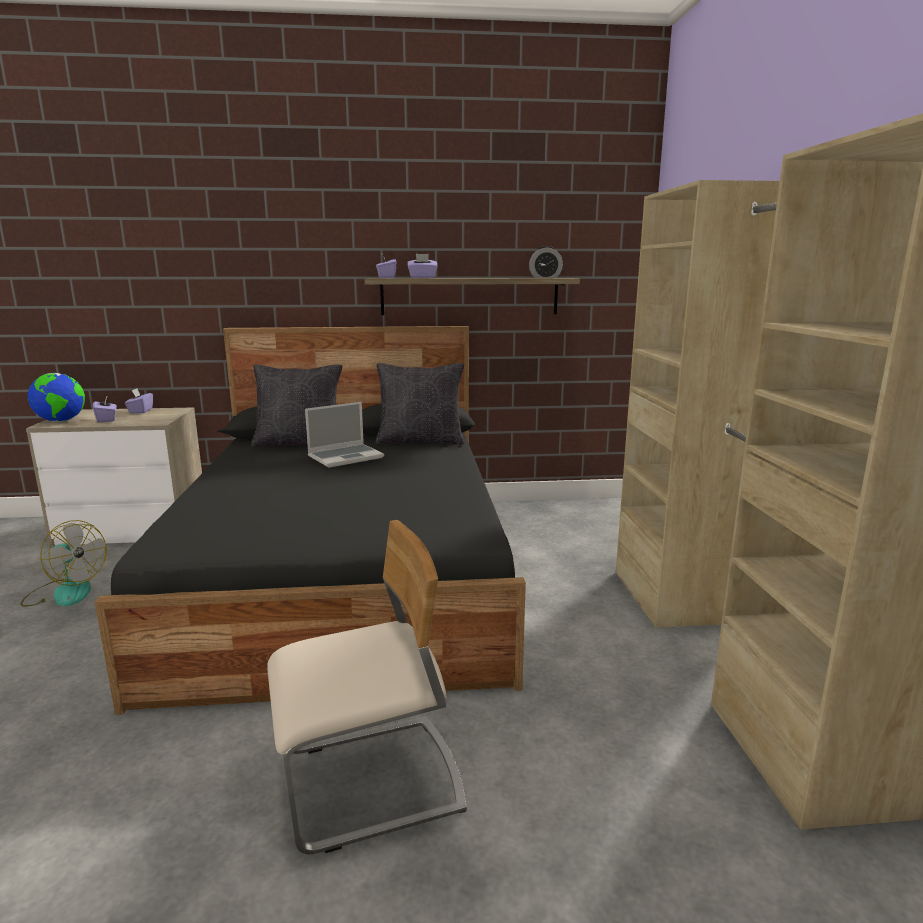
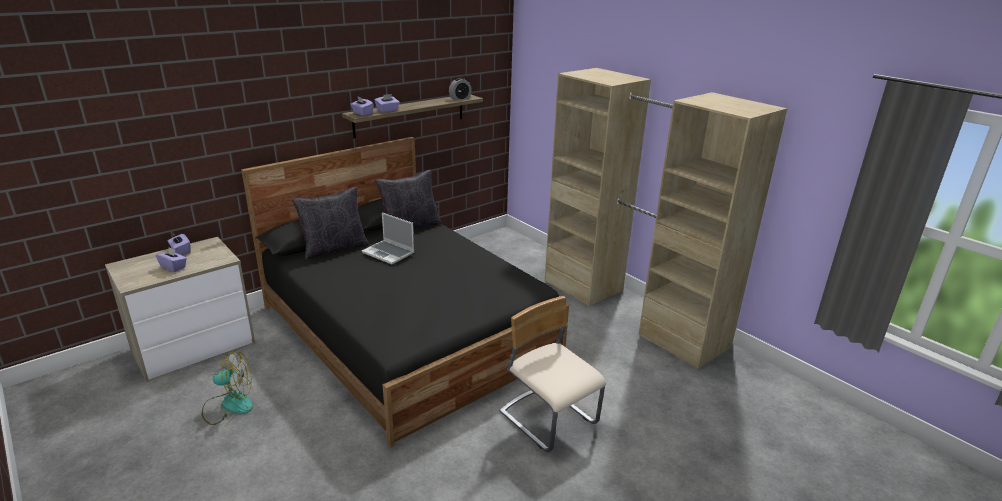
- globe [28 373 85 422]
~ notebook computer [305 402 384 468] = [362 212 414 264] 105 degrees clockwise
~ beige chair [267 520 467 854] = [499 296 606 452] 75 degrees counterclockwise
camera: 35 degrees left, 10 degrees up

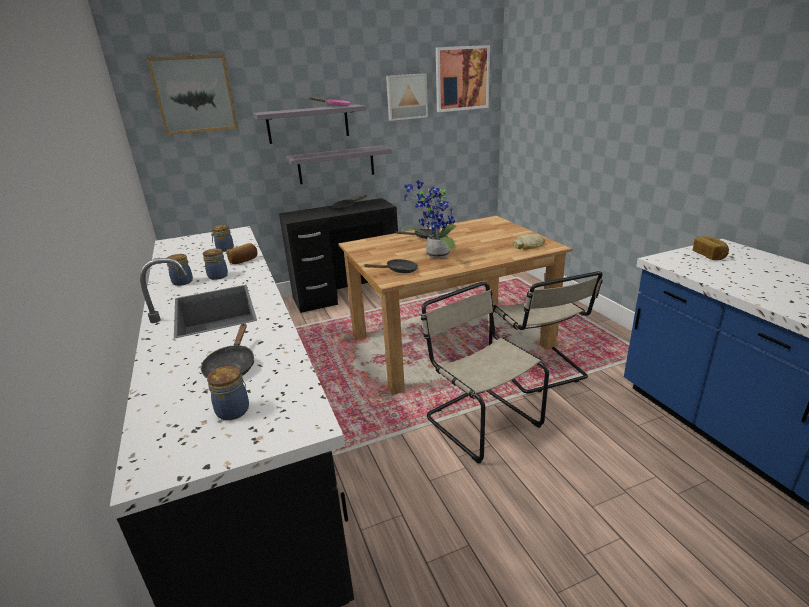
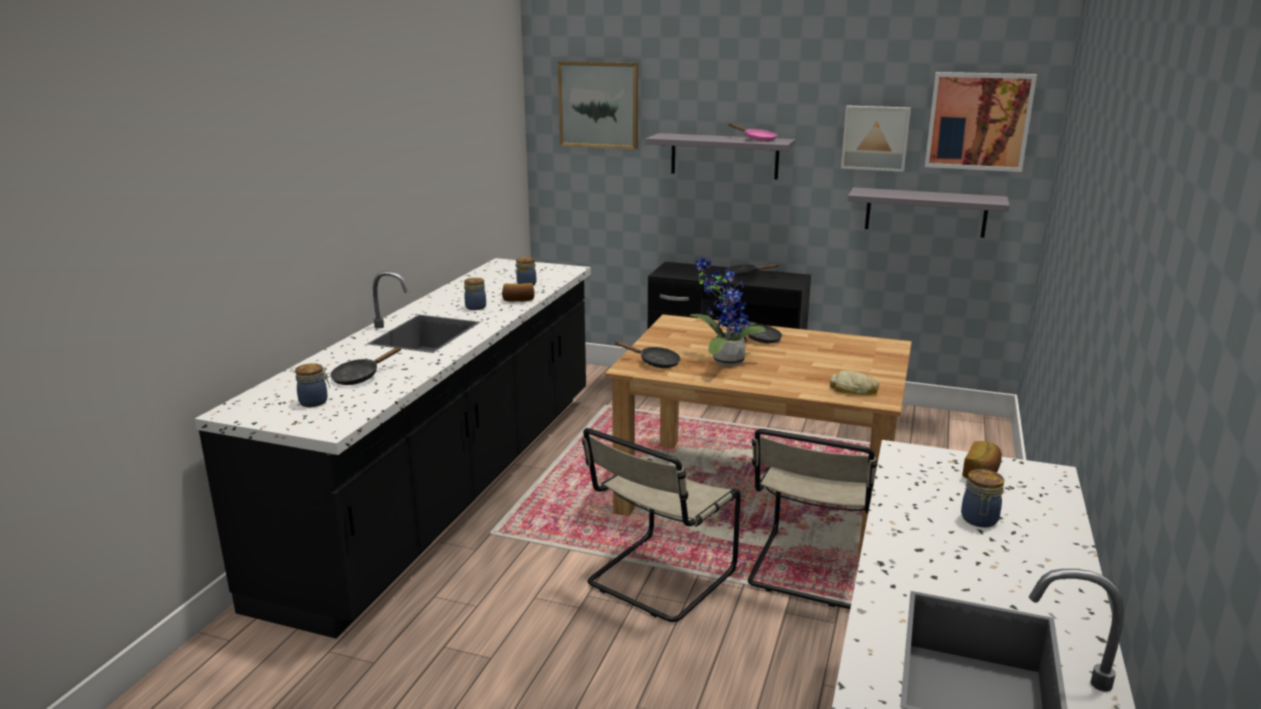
~ grey bracket shelf [285 145 392 184] to [848 187 1010 238]
~ storage jar [167 254 193 286] to [961 469 1004 528]
~ beige chair [421 282 549 464] = [582 428 741 622] 150 degrees counterclockwise
camera: 40 degrees right, 5 degrees down

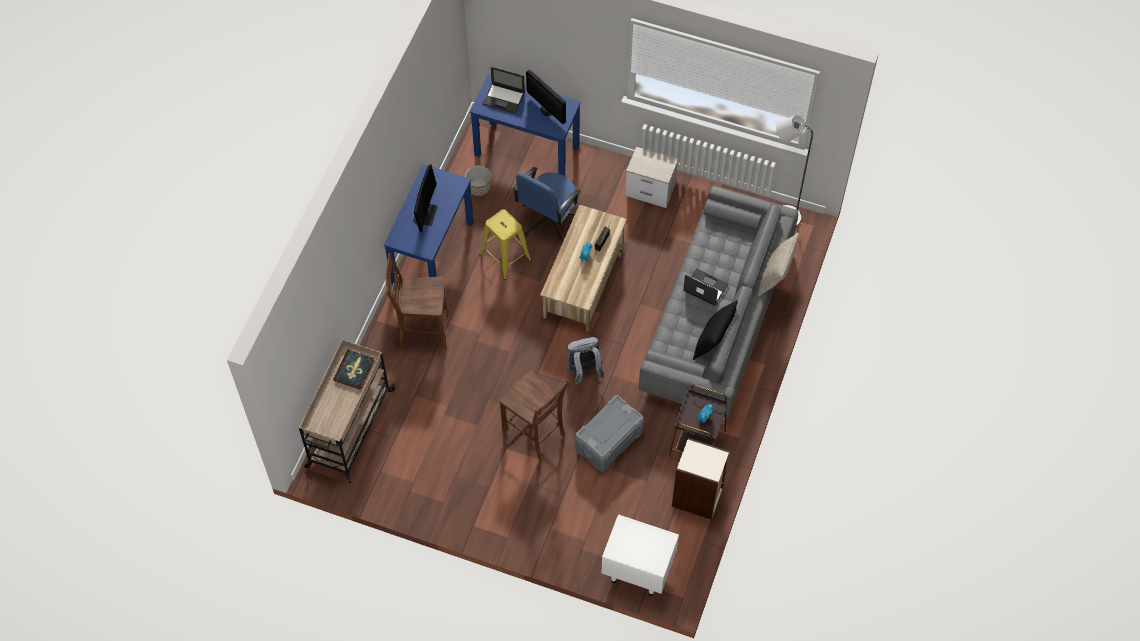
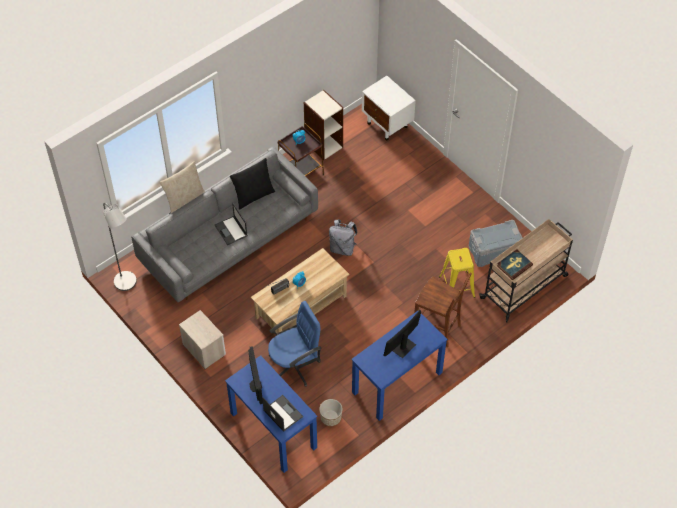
~ yellow stool [479 209 532 280] to [439 248 475 298]
- brownish chair [500 371 569 460]
~ grey storage container [575 395 644 472] to [469 220 523 267]
camera: 150 degrees left, 5 degrees down

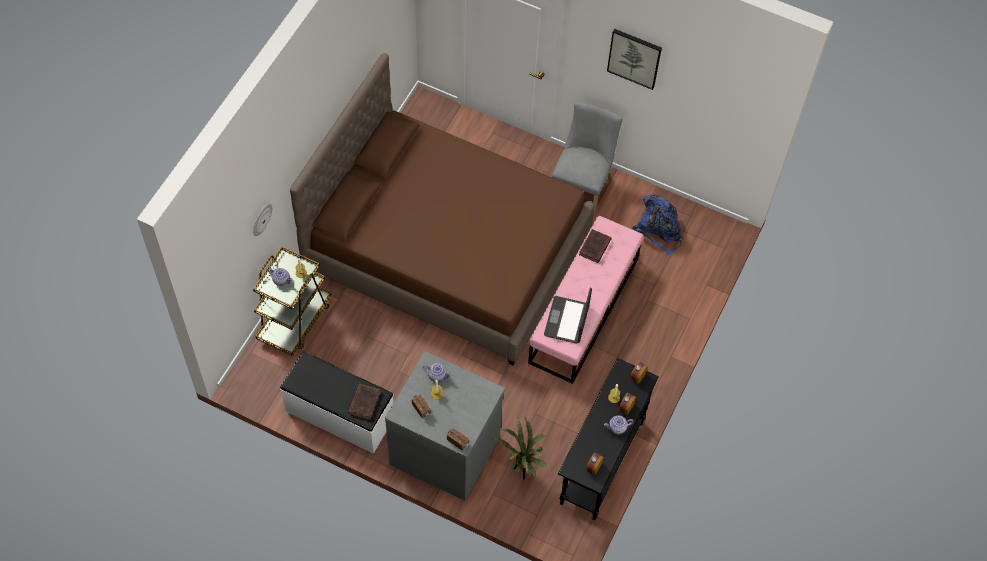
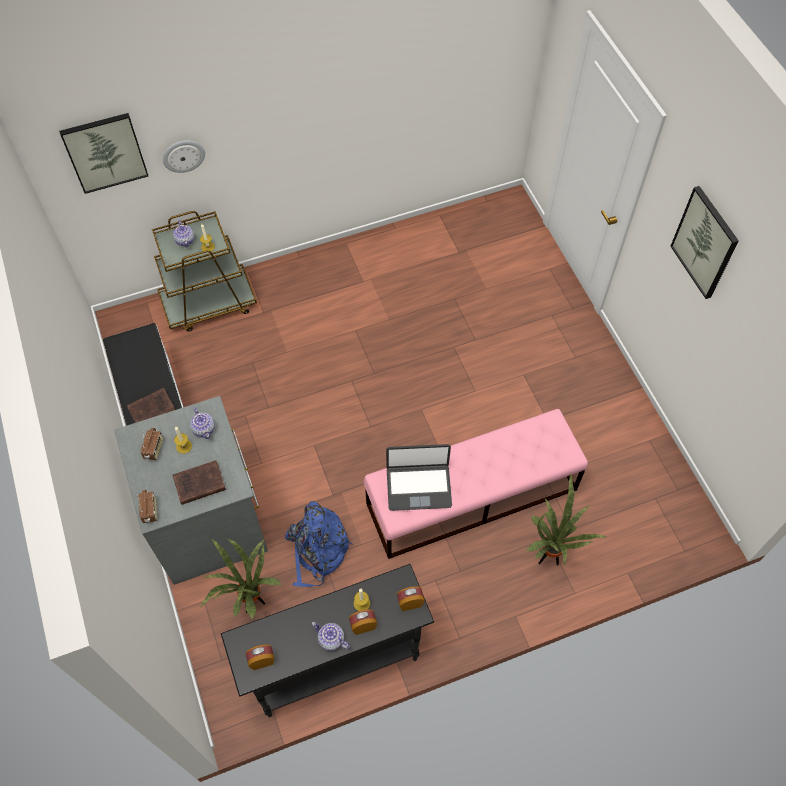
- brownish bedroom bed [290 53 594 366]
- grey chair [552 102 623 214]
~ blue-coloured knapsack [632 195 683 256] to [285 501 353 587]
~ brownish bound book [579 229 612 263] to [172 460 226 505]
~ notebook computer [544 287 592 344] = [386 444 452 511] 150 degrees counterclockwise
+ wall picture [59 113 148 194]
+ plant in a pot [525 473 608 566]
camera: 45 degrees right, 0 degrees up

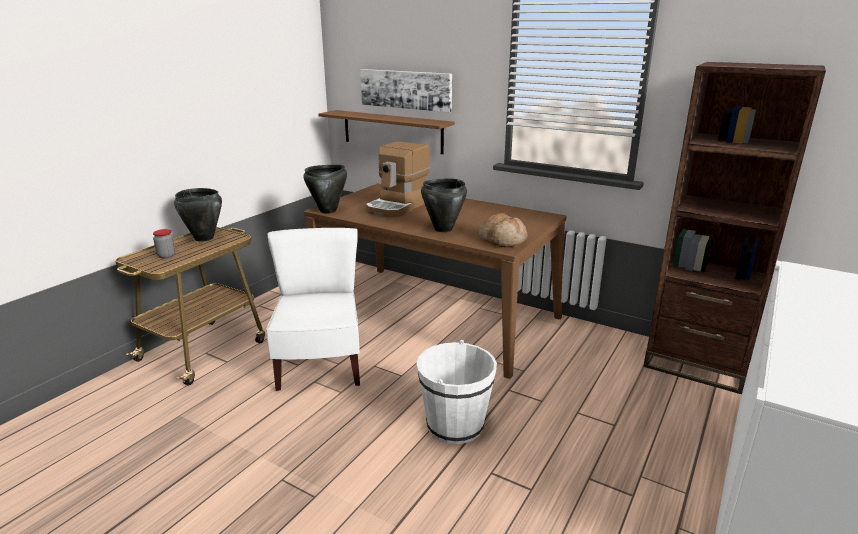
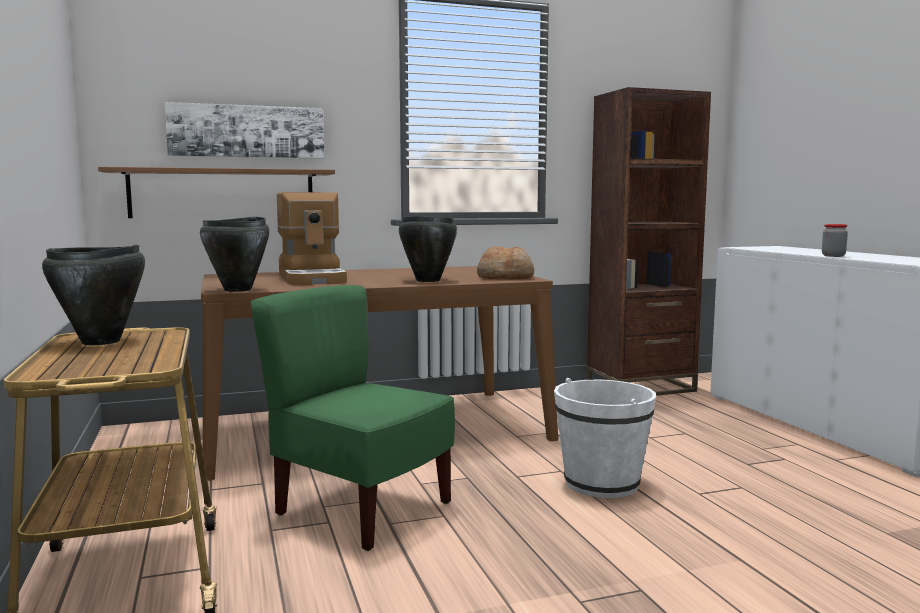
~ white-coloured chair [266 228 360 391] to greenish chair [251 285 455 551]
~ storage jar [153 229 176 258] to [822 224 848 257]
camera: 50 degrees left, 15 degrees down

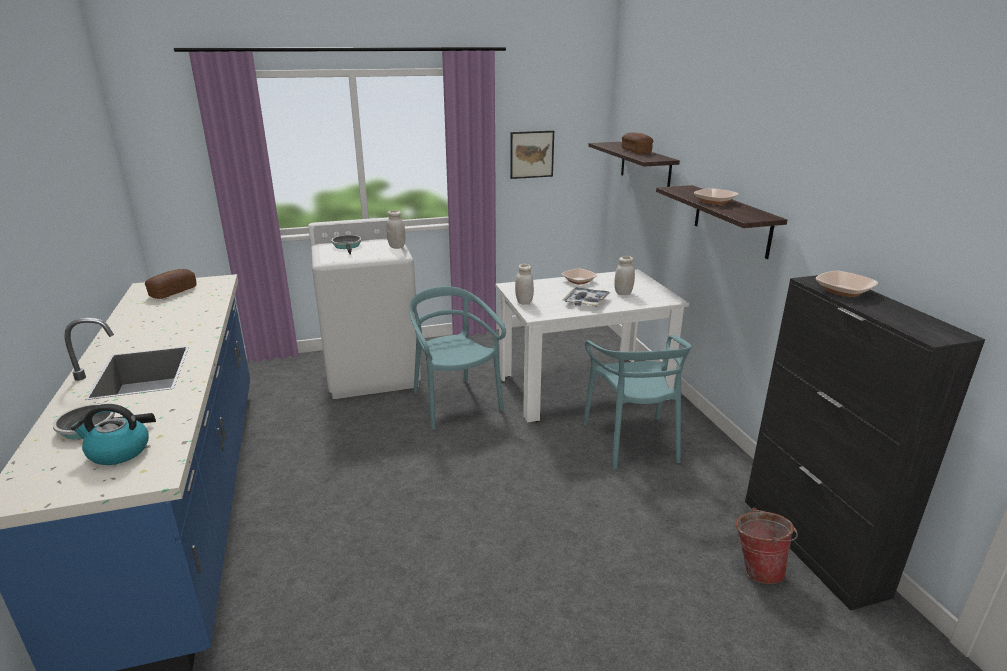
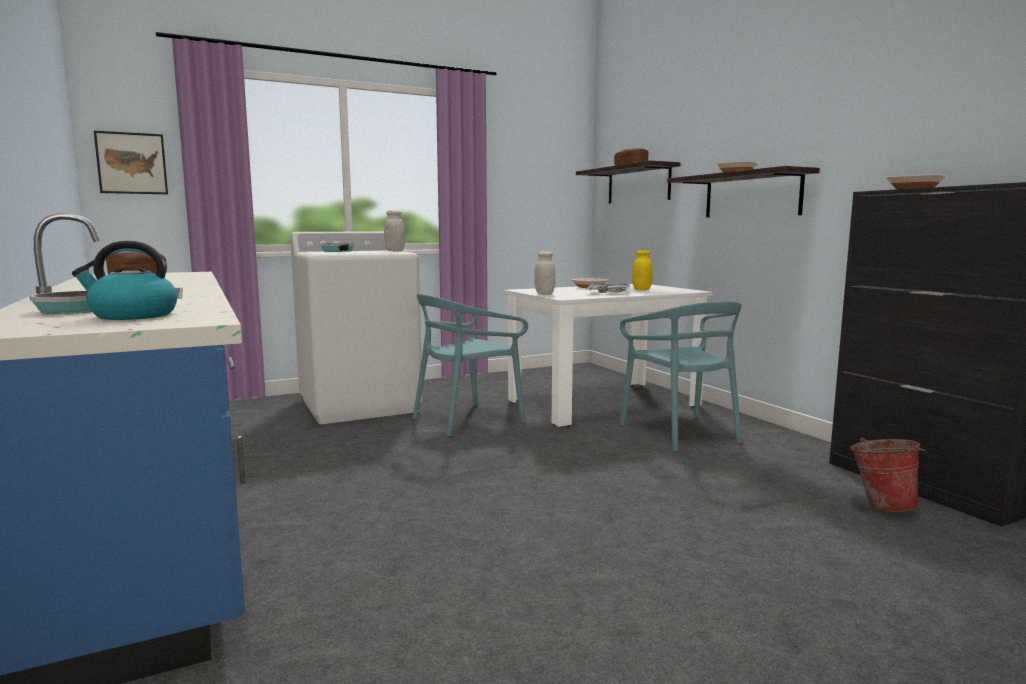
~ wall picture [510 131 554 179] to [94 131 168 194]
~ white-coloured storage jar [614 256 635 295] to yellow storage jar [632 250 653 290]
~ turquoise-coloured chair [409 286 506 430] = [413 294 528 437] 90 degrees counterclockwise
camera: 10 degrees left, 15 degrees down

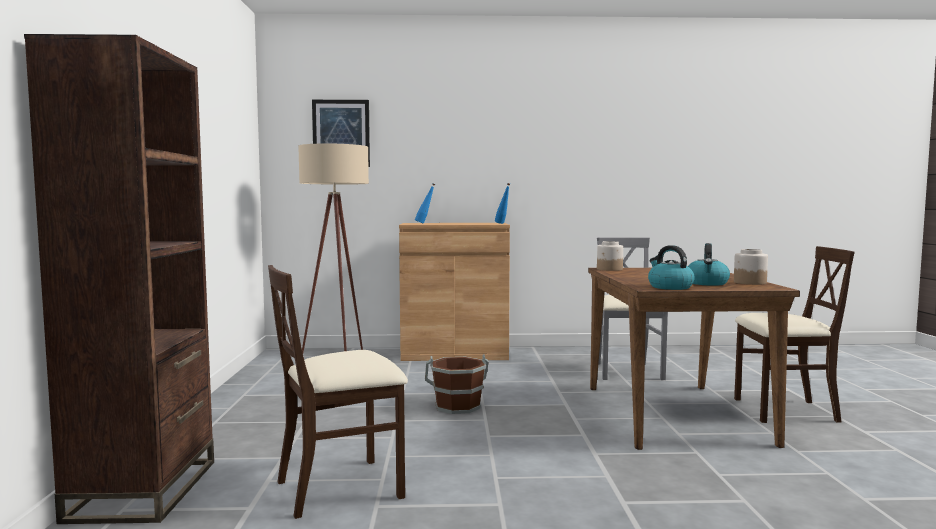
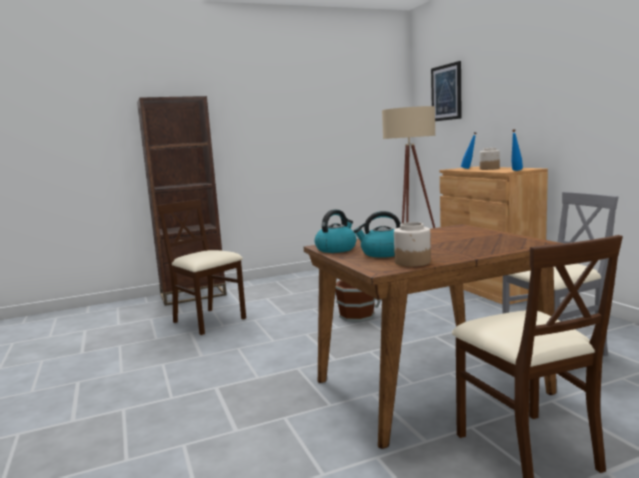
~ storage jar [597 241 623 271] to [480 148 500 170]
camera: 70 degrees right, 5 degrees up

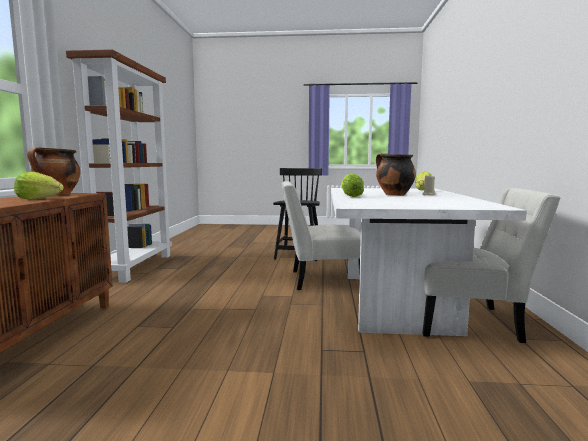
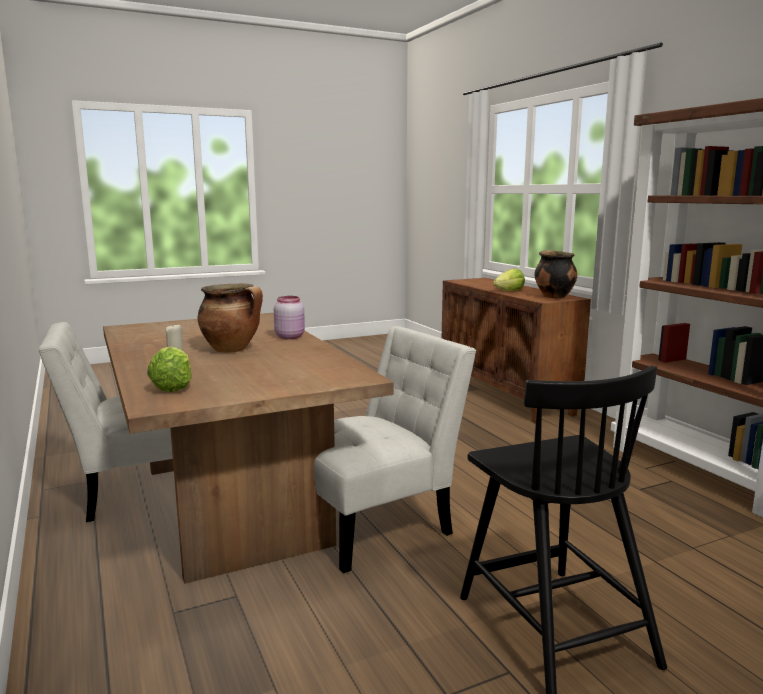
~ lettuce head [341 174 364 197] to pinkish storage jar [274 296 305 339]
~ white-coloured dinner table [331 188 527 336] to brownish dinner table [103 313 394 584]
camera: 150 degrees right, 5 degrees up

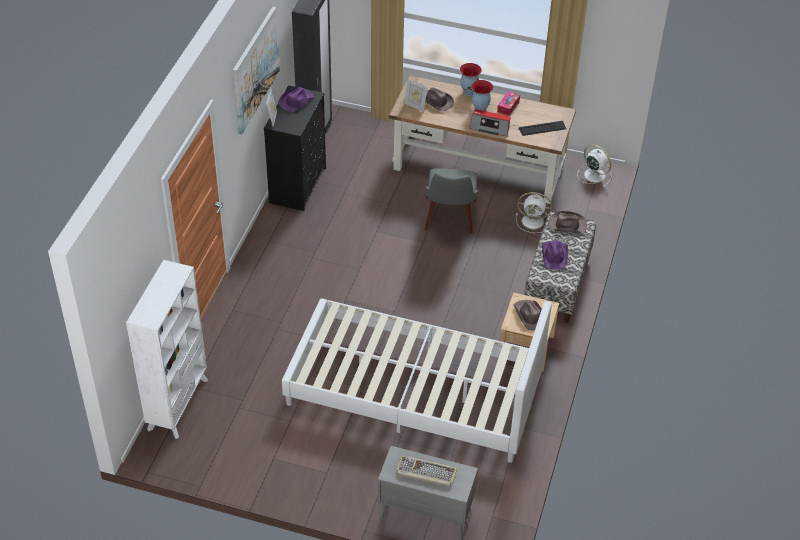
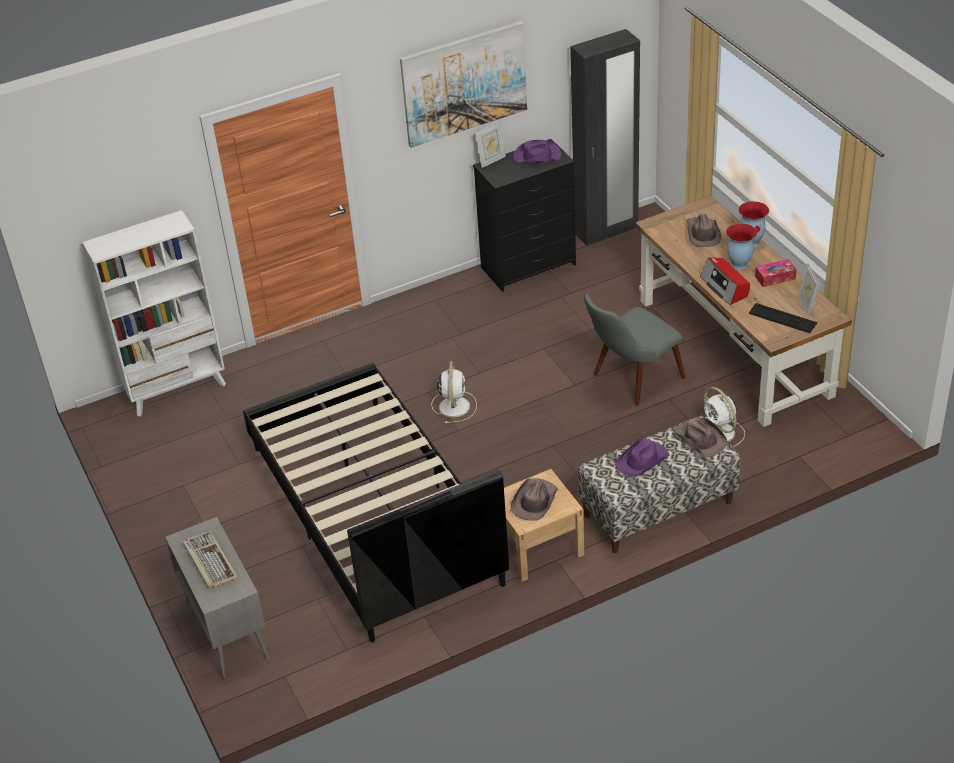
~ standing frame [404 78 427 112] to [798 264 819 317]
~ white-coloured fan [577 144 612 187] to [431 361 477 424]
~ white-coloured bedroom bed [282 298 552 463] to blackish bedroom bed [243 363 509 643]
camera: 50 degrees right, 5 degrees down

